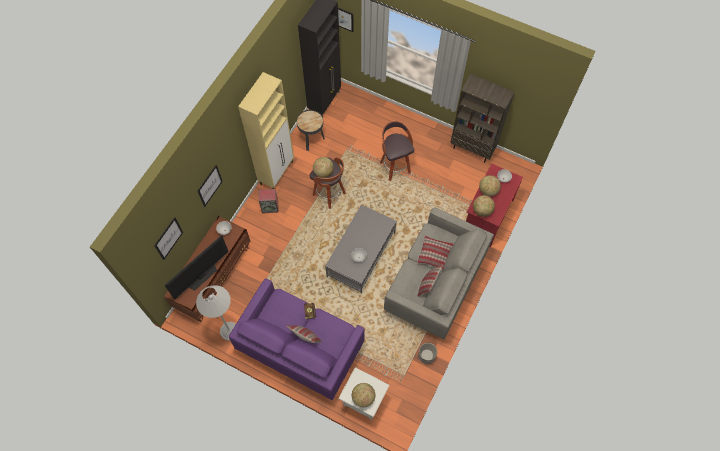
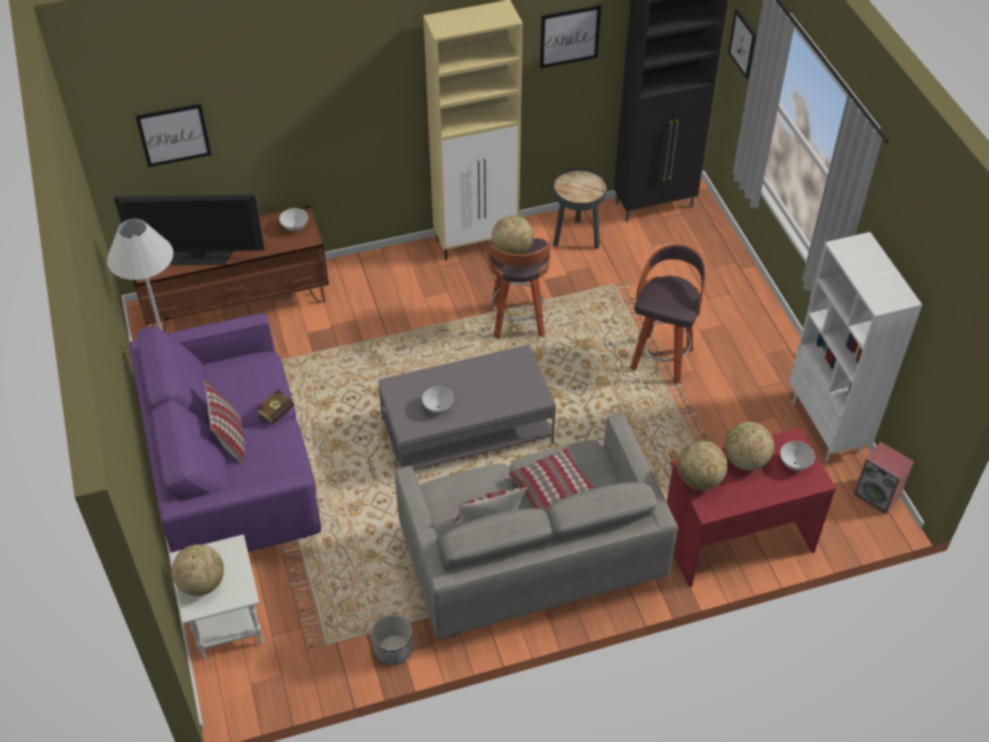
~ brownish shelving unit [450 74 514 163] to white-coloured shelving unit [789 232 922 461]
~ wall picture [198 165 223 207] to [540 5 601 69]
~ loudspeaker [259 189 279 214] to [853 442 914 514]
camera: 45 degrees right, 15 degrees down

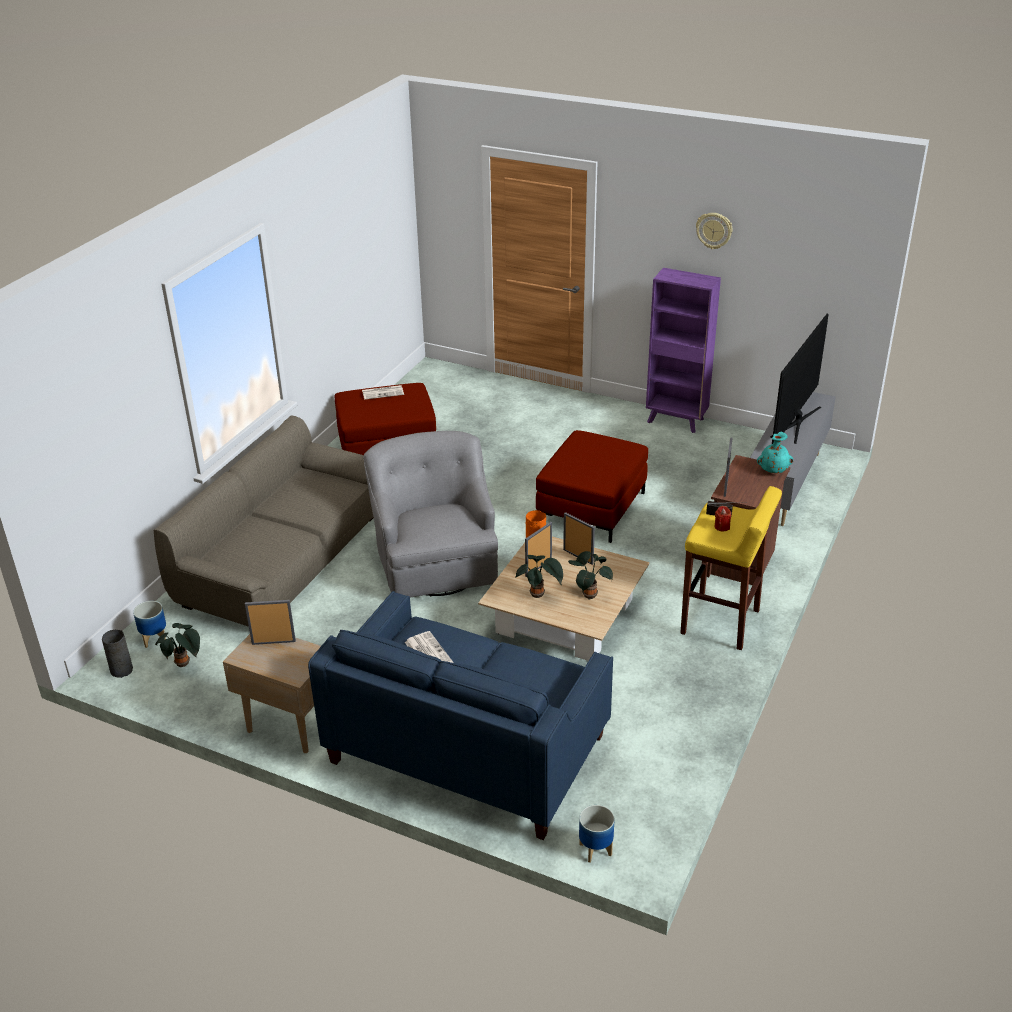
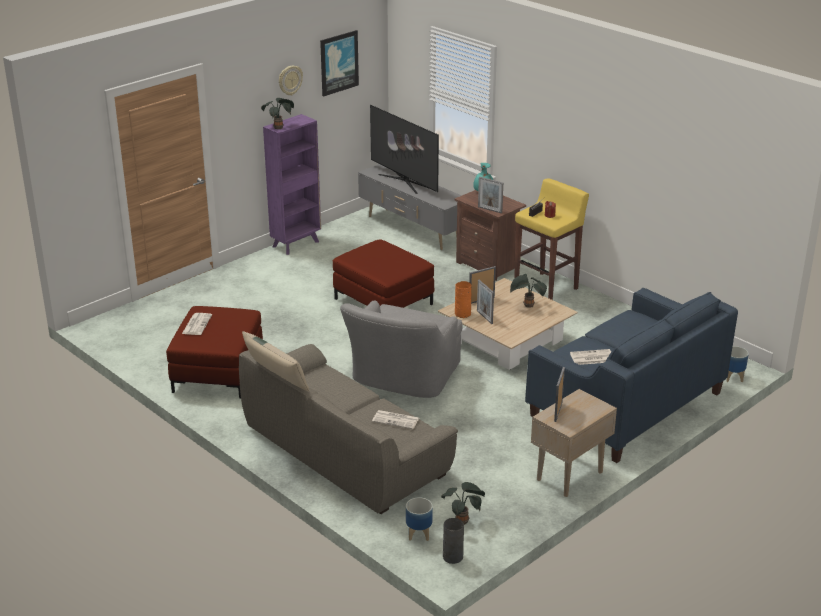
~ grey easy chair [363 431 498 597] = [340 300 462 398] 75 degrees counterclockwise
~ plant in a pot [516 555 563 598] to [261 98 294 129]
+ wall picture [320 30 359 97]
+ beige pillow [242 331 309 392]
+ newspaper [372 410 419 429]
camera: 70 degrees left, 5 degrees down

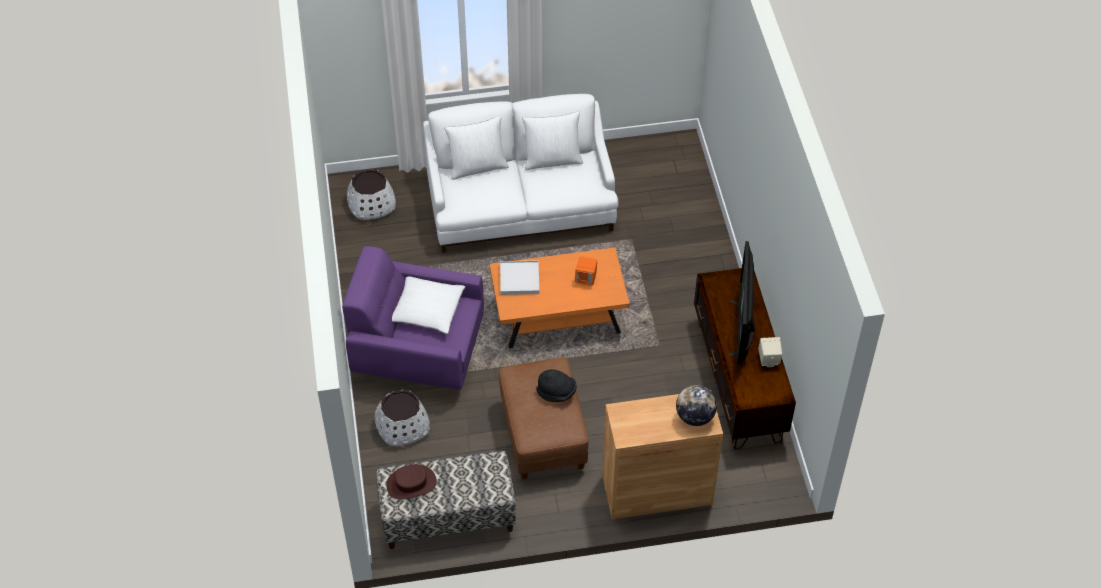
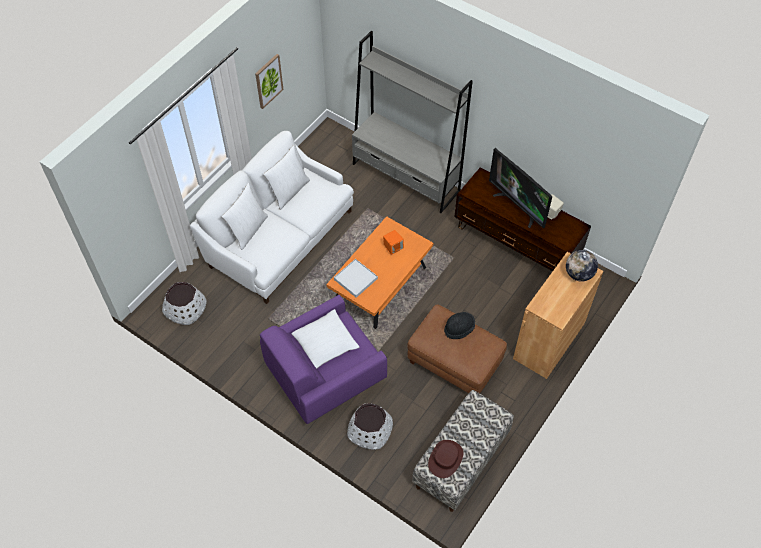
+ grey shelving unit [352 31 473 213]
+ wall picture [255 54 284 109]
camera: 45 degrees left, 5 degrees up

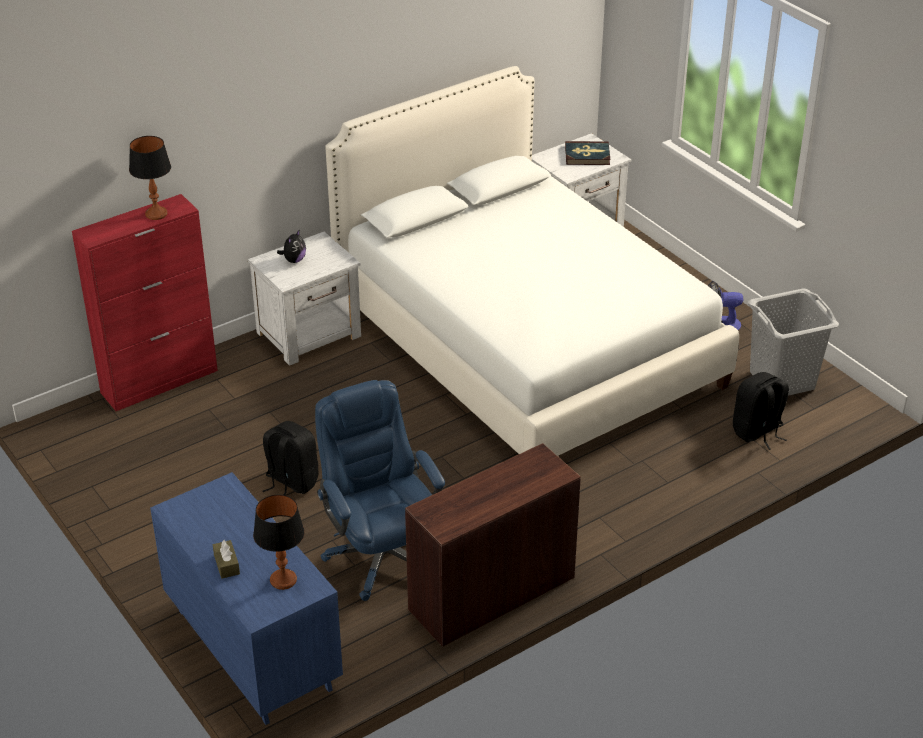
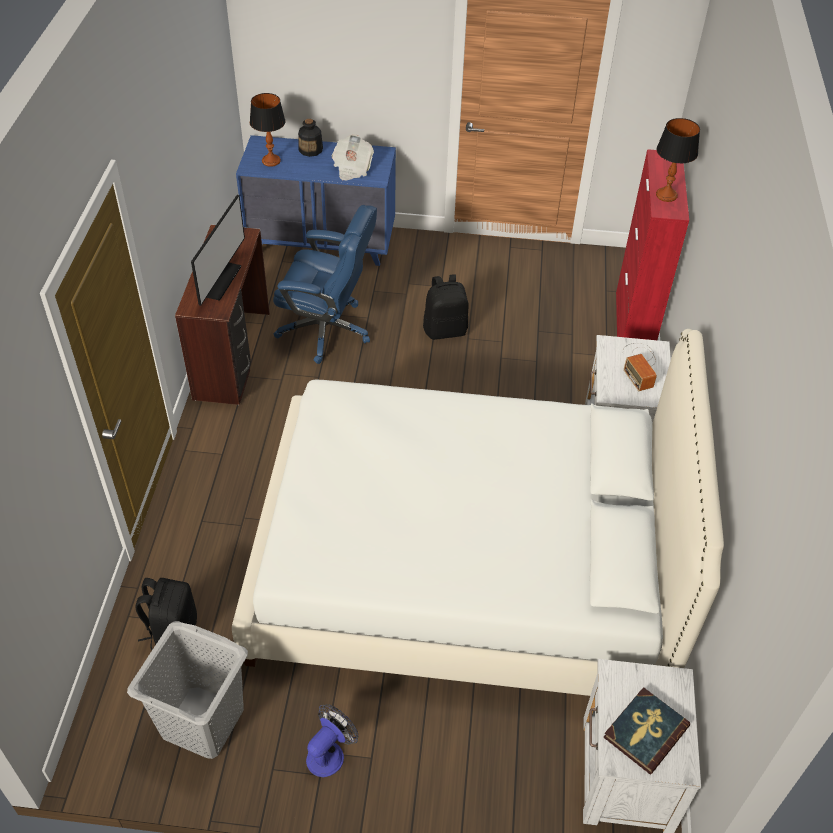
~ plush toy [277 230 306 263] to radio set [623 343 657 391]
~ brownish box of tissues [213 540 240 579] to bottle [298 119 323 157]
+ newspaper [332 134 374 180]
+ computer display [191 194 245 306]
camera: 130 degrees right, 10 degrees up

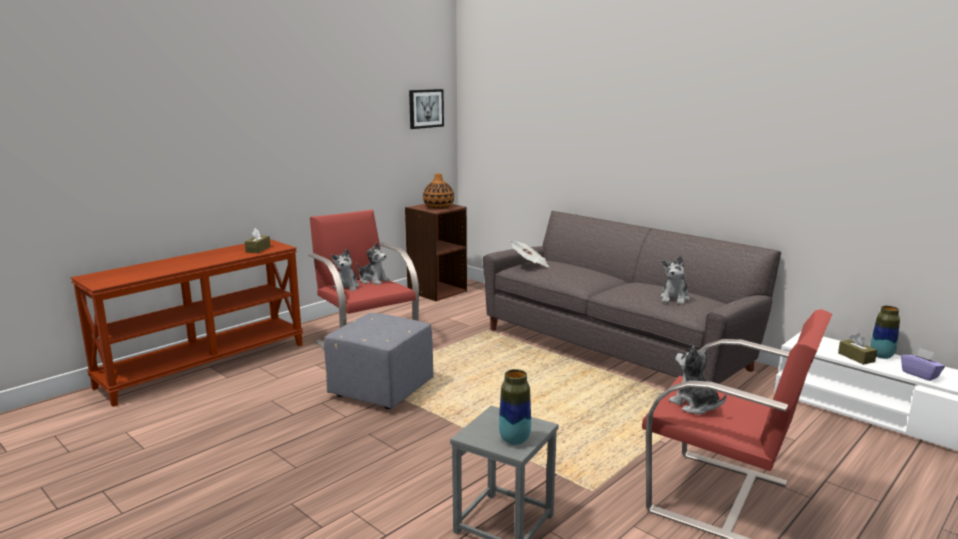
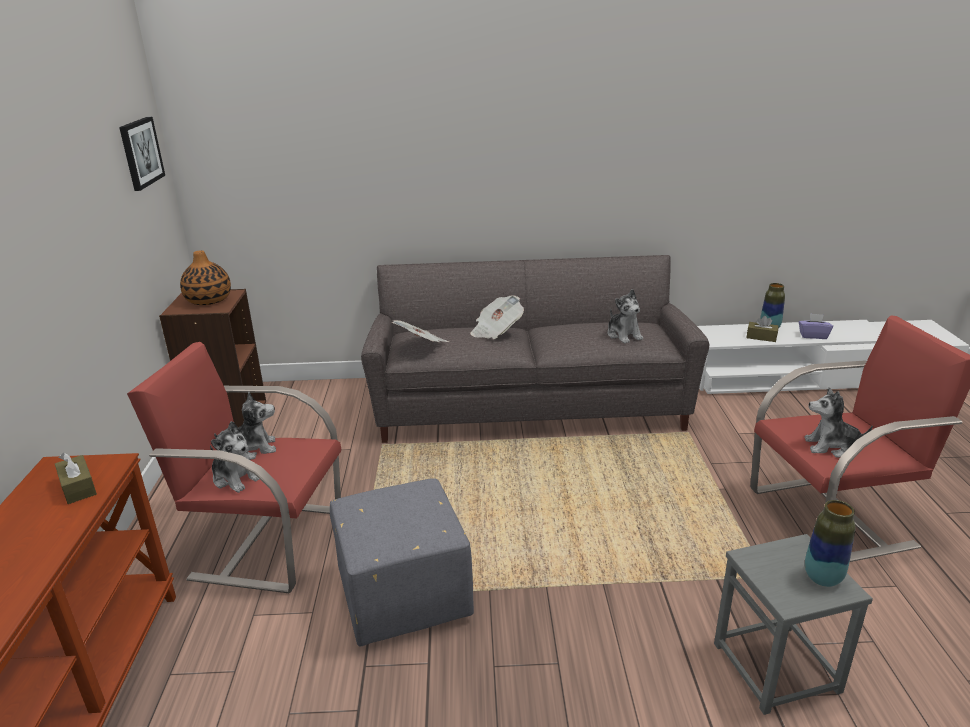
+ newspaper [470 295 524 339]
camera: 45 degrees left, 10 degrees up

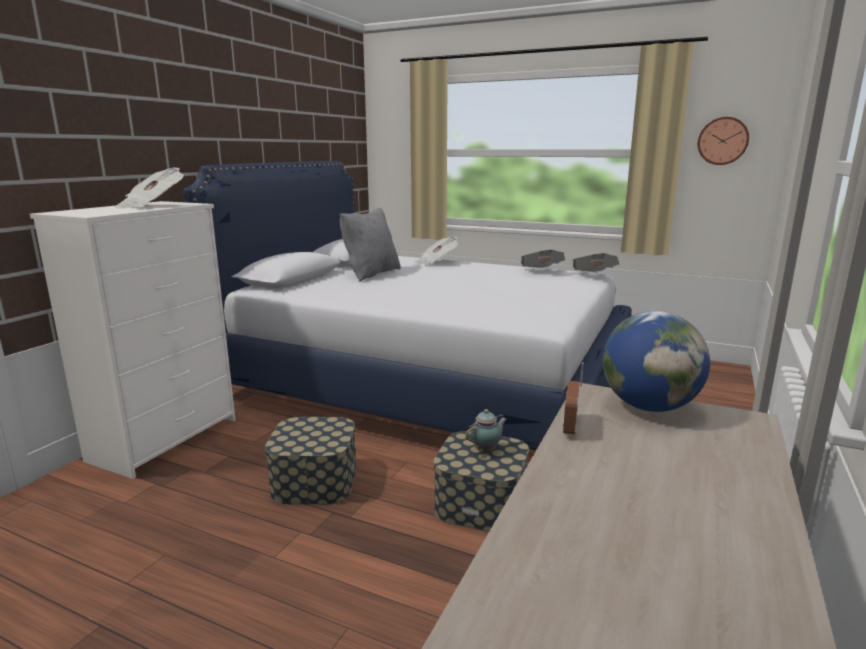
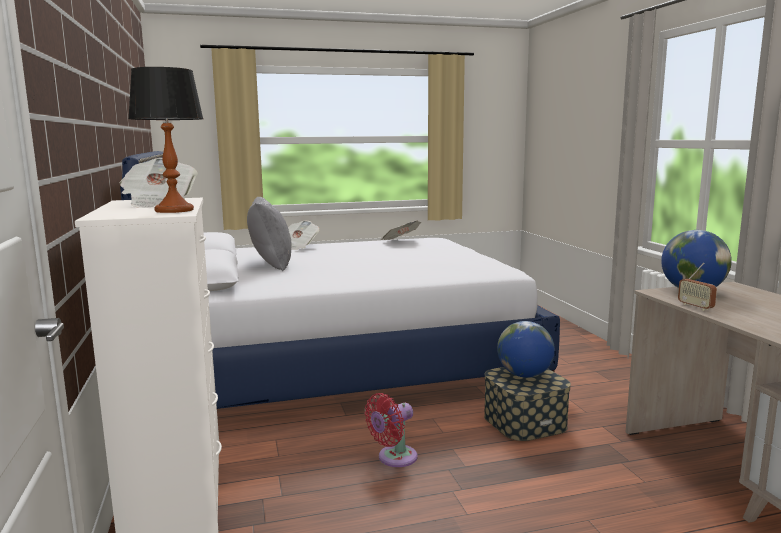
- clock on the wall [698 117 749 165]
- newspaper [573 253 619 272]
~ tea pot [465 409 507 452] to globe [497 321 555 378]
~ storage container [265 417 356 505] to red-coloured fan [365 393 417 467]
+ table lamp [128 67 204 213]
camera: 40 degrees left, 5 degrees down

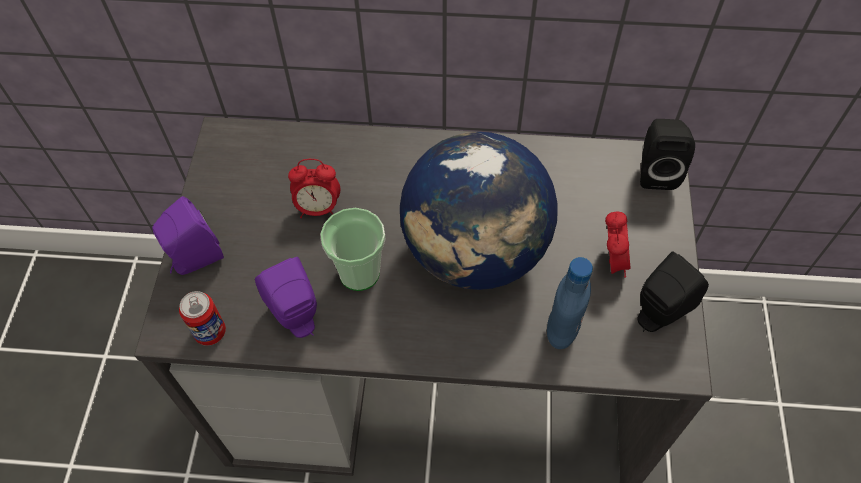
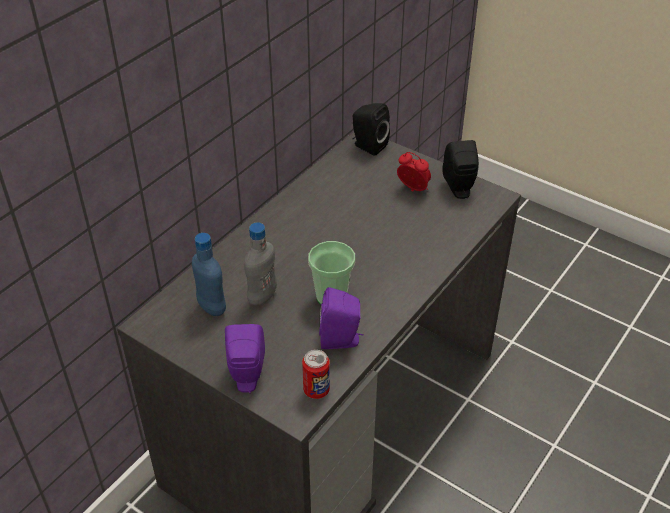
- globe [400 132 558 290]
~ alarm clock [288 159 340 218] to grey bottle [244 222 277 306]
~ blue-coloured bottle [547 257 593 349] to [192 233 226 316]
camera: 60 degrees left, 15 degrees down

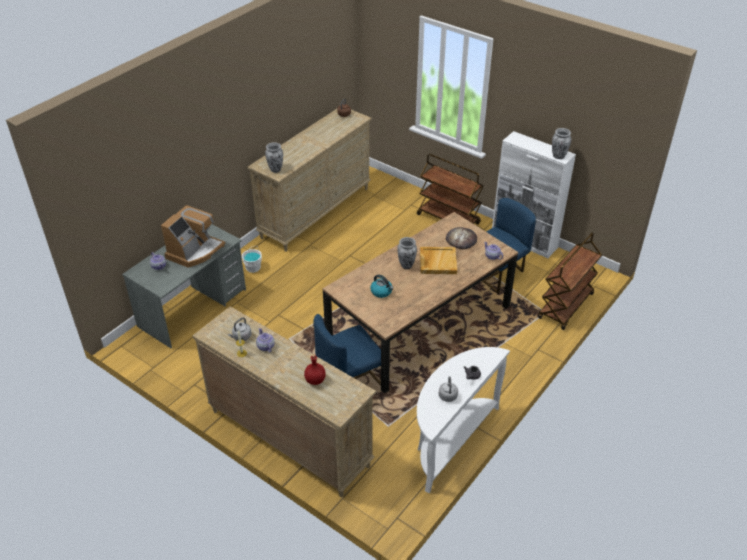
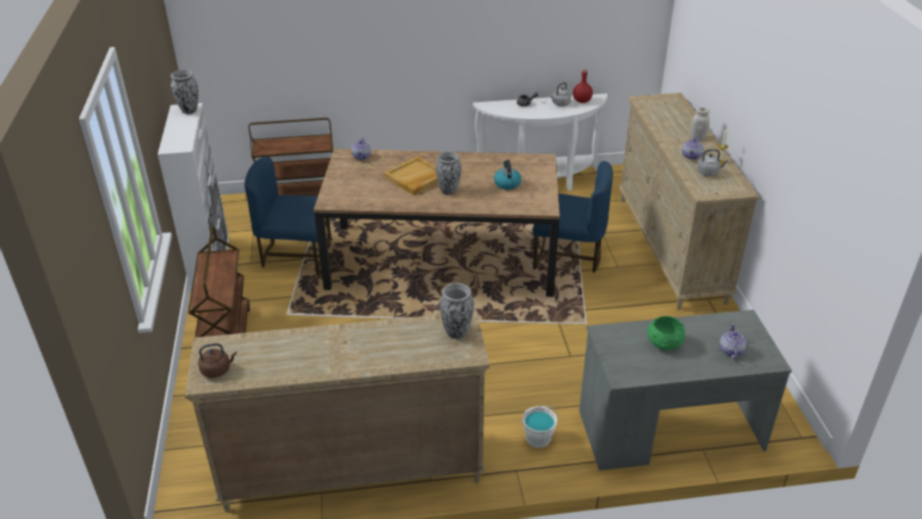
~ coffee maker [161 205 226 268] to greenish serving bowl [647 316 685 350]
- baked bread [446 227 477 249]
~ red-coloured bottle [304 354 326 385] to [573 69 593 103]
+ white-coloured storage jar [691 107 710 140]
camera: 135 degrees left, 5 degrees down

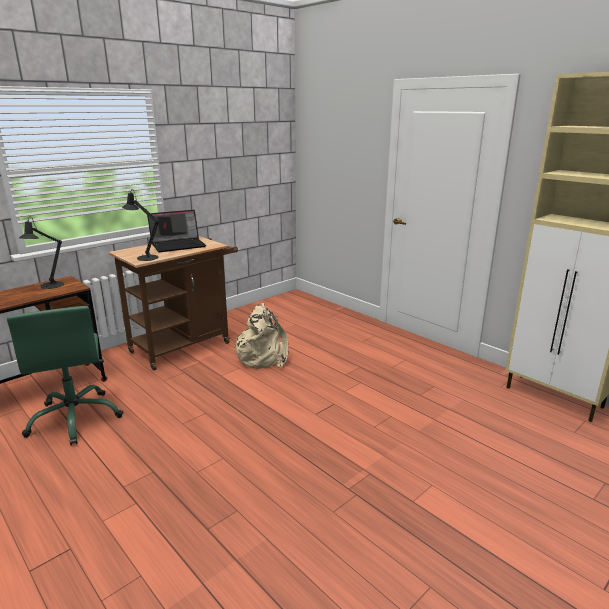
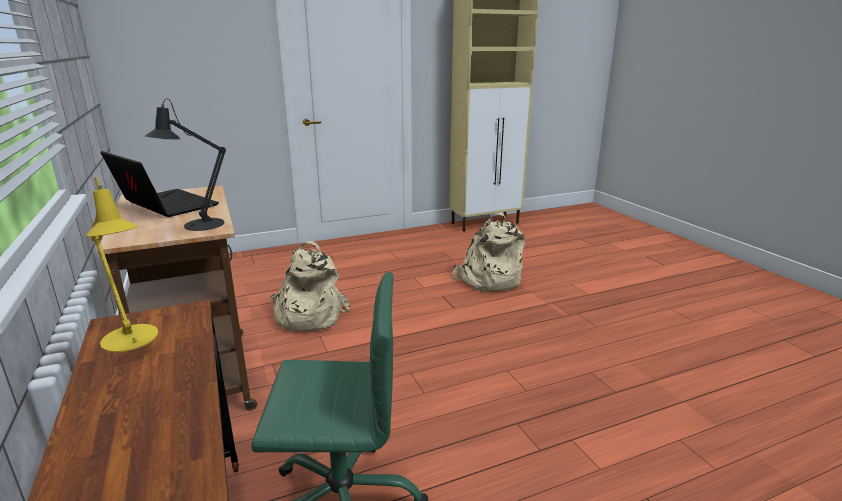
~ notebook computer [147 210 206 252] = [100 151 219 217] 45 degrees counterclockwise
~ blackish table lamp [19 217 64 289] to yellow table lamp [86 177 159 352]
+ beige knapsack [452 213 525 292]
camera: 70 degrees left, 0 degrees up

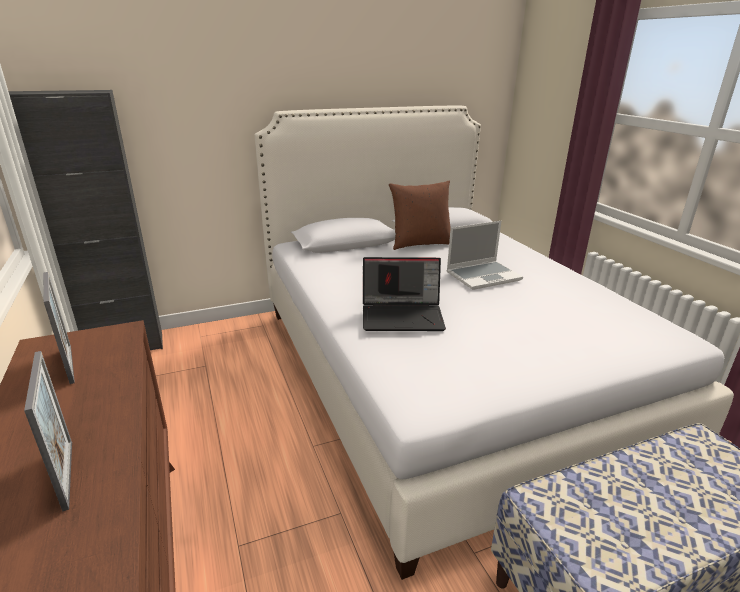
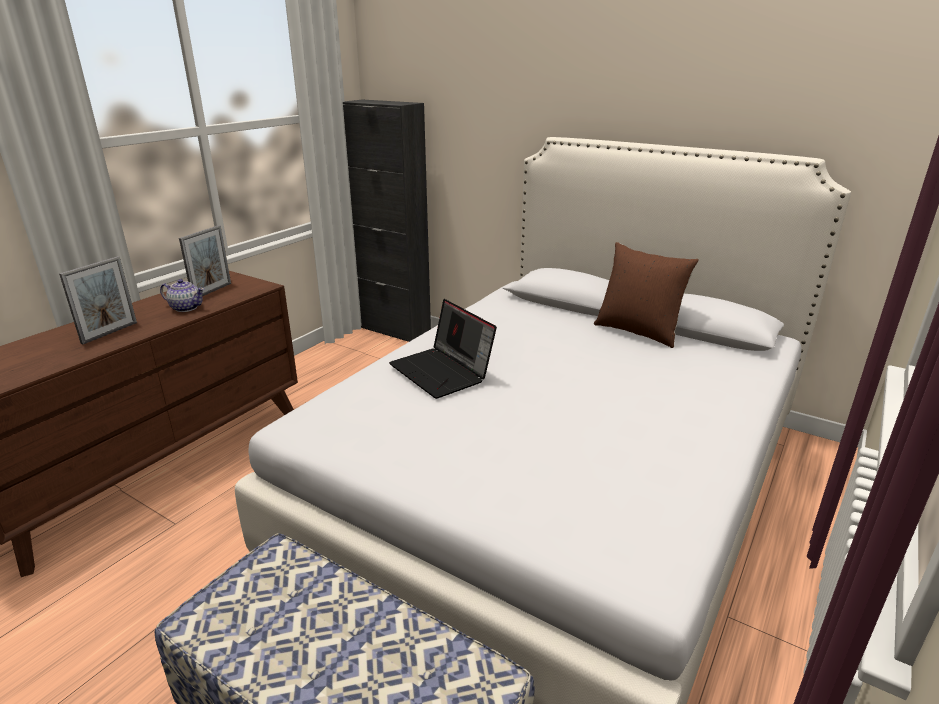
- notebook computer [446 221 523 290]
+ tea pot [160 279 204 312]
camera: 55 degrees right, 0 degrees up

